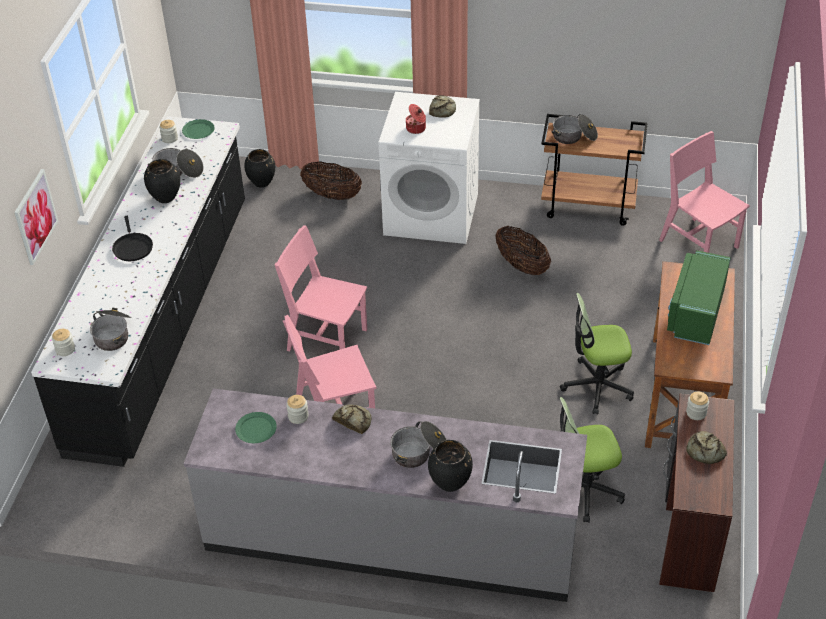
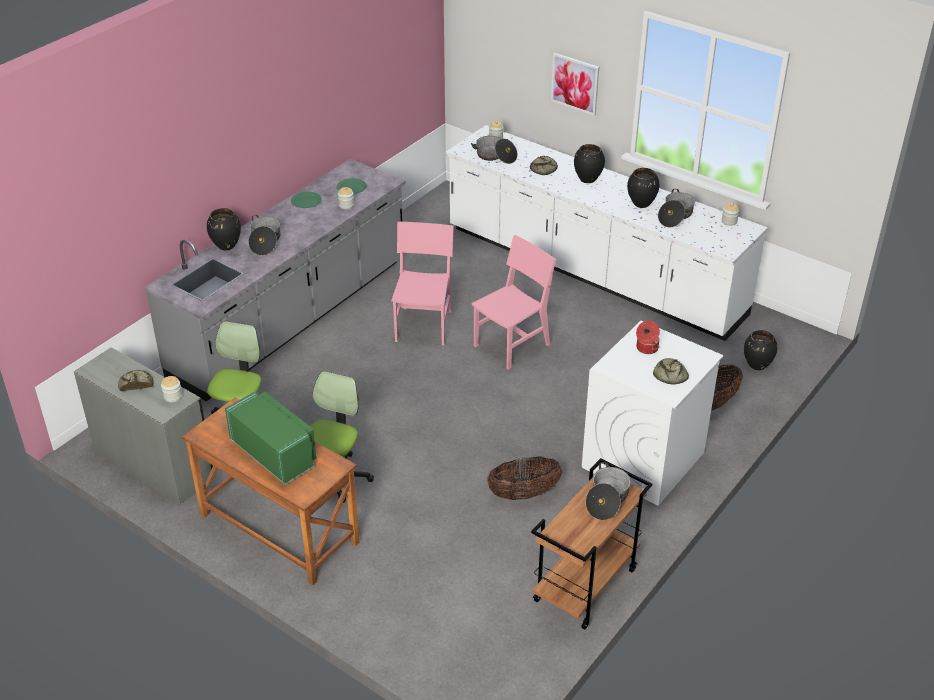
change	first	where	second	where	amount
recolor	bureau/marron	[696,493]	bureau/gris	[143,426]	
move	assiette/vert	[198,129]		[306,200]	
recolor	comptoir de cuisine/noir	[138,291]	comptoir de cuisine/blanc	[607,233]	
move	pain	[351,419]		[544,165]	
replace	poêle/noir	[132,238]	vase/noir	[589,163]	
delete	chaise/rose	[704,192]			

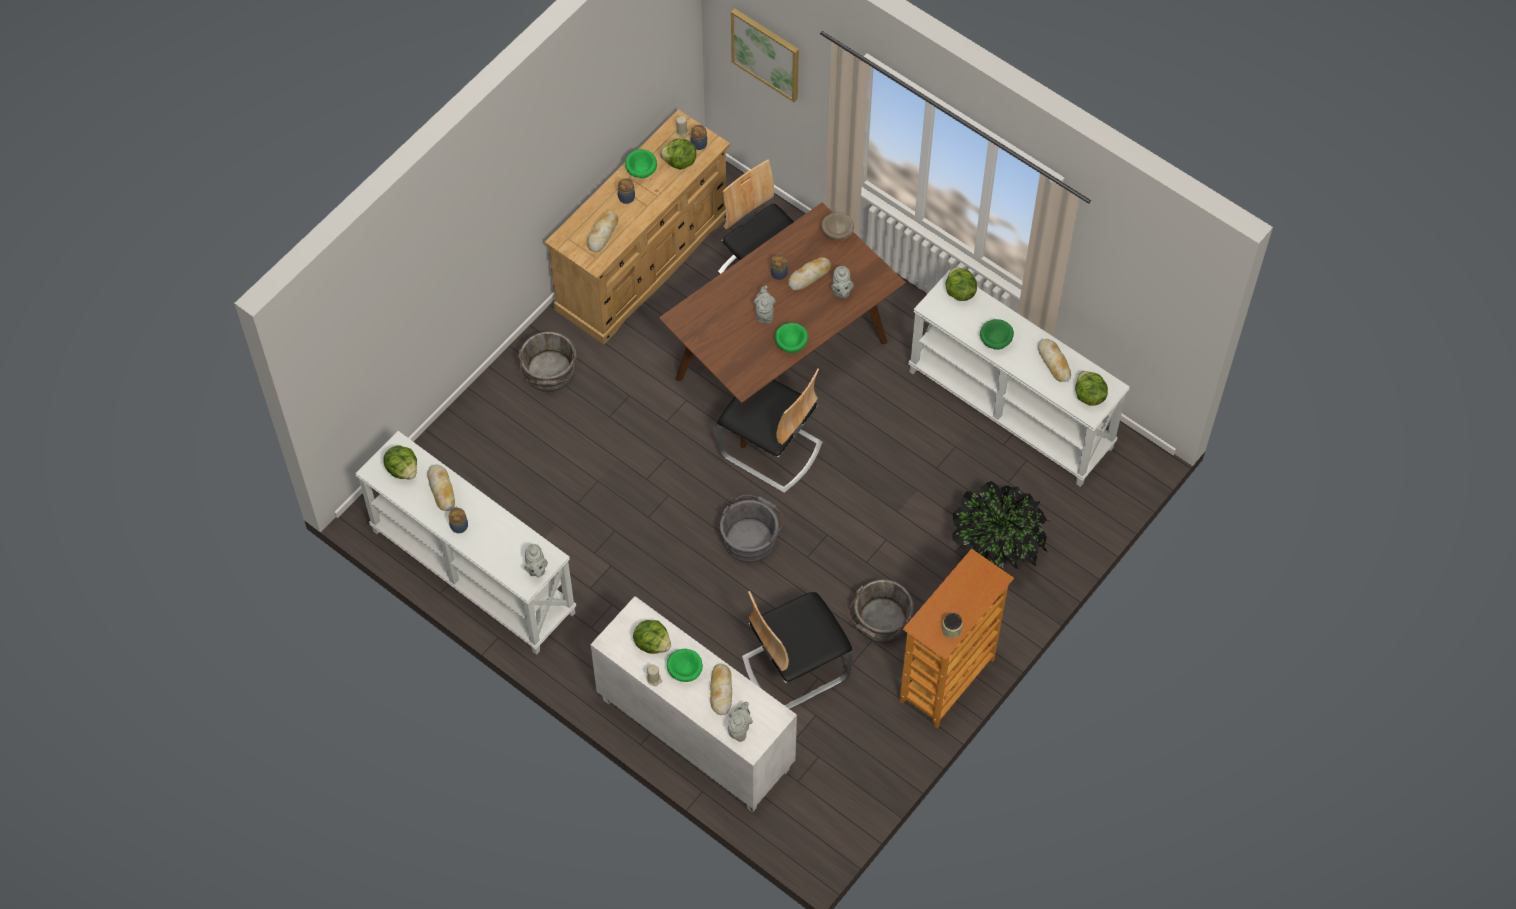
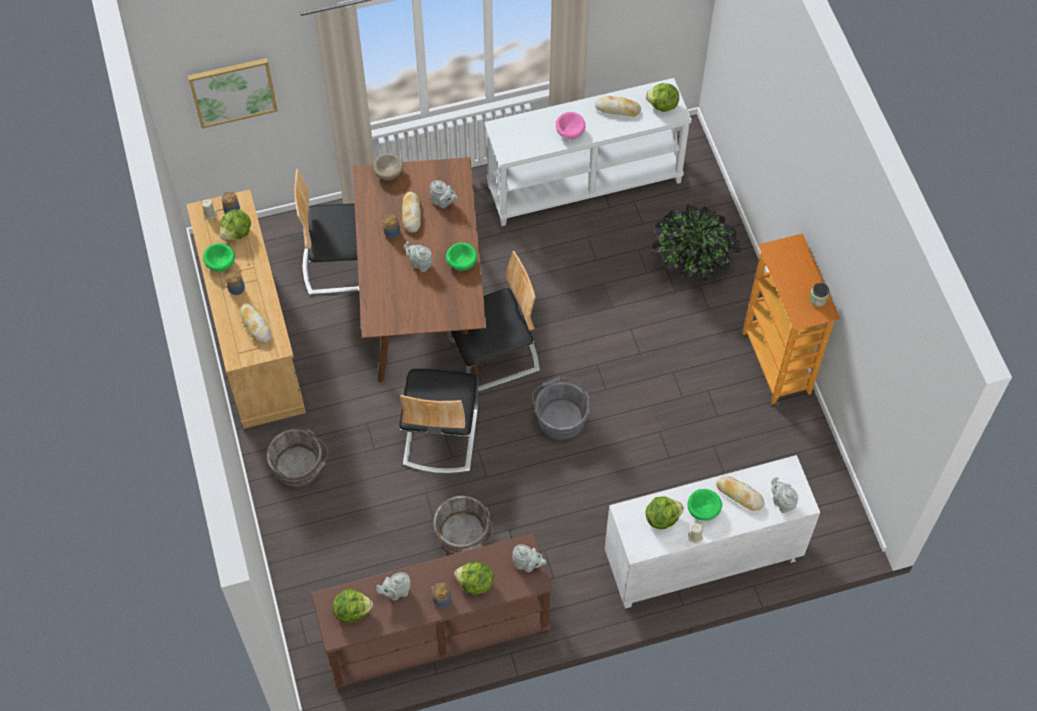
change	first	where	second	where	amount
recolor	table console/blanc	[465,543]	table console/marron	[431,612]	
replace	pain	[441,487]	théière/gris	[393,586]	
move	chaise	[797,650]		[438,421]	
move	seau/gris	[881,611]		[463,524]	
move	laitue	[961,284]		[474,578]	
recolor	bol/vert	[997,334]	bol/rose	[570,125]	

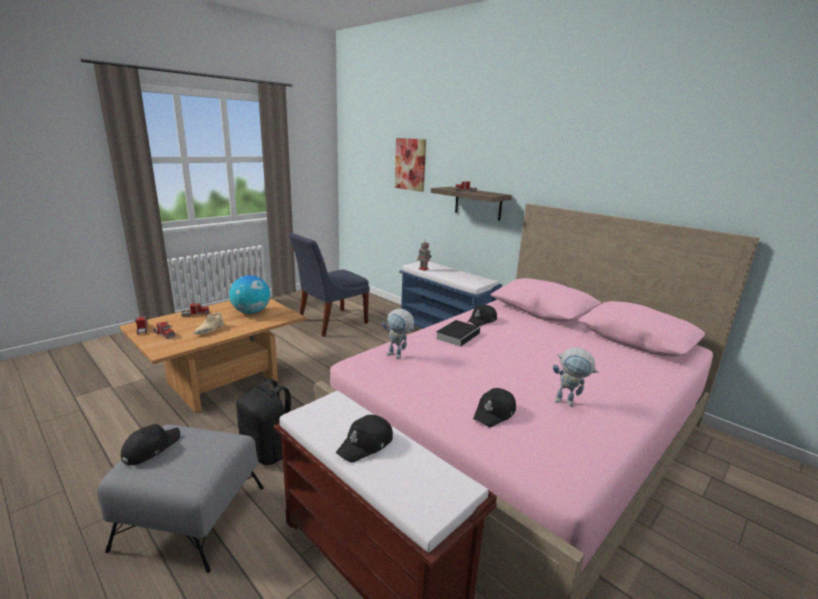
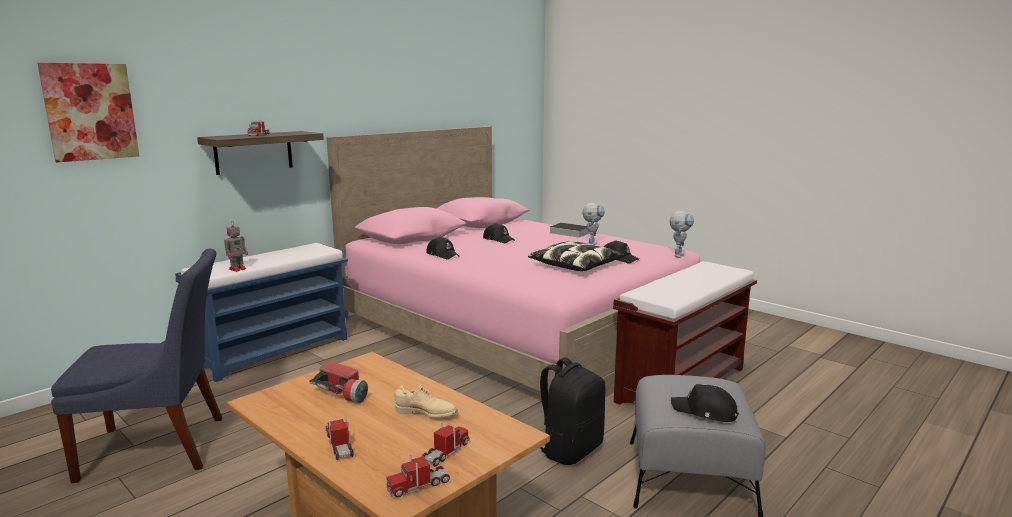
change	first	where	second	where	amount
rotate	chaise/bleu	[329,285]		[136,366]	60 degrees counterclockwise
replace	globe	[249,294]	lampe de poche	[338,382]	
move	casquette/noir	[364,439]		[499,233]	
insert			coussin	[576,256]	
move	livre	[458,333]		[569,230]	
move	robot jouet	[398,334]		[681,234]	

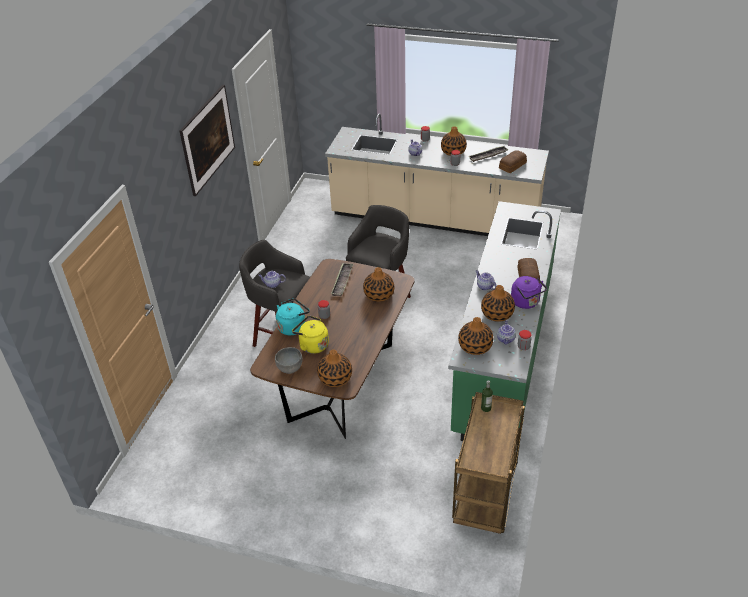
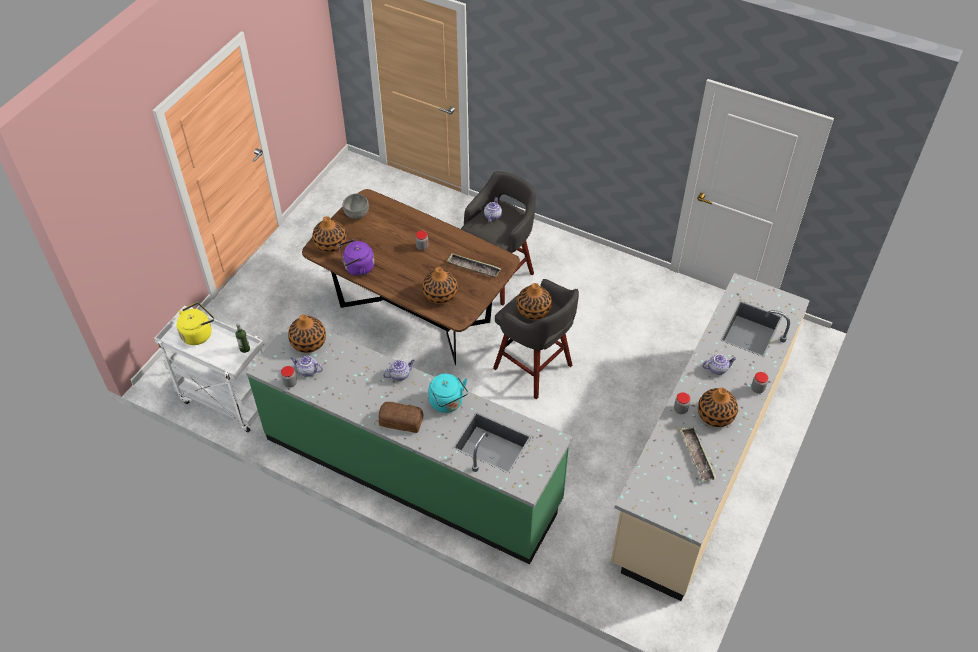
change	first	where	second	where	amount
recolor	chariot/marron	[488,463]	chariot/blanc	[209,369]	
move	bouilloire/jaune	[310,335]		[195,324]	
move	bouilloire/violet	[529,292]		[356,257]	
move	bouilloire/turquoise	[293,316]		[448,393]	
move	vase	[498,303]		[534,301]	
delete	tableau	[207,140]			
delete	pain	[513,161]			

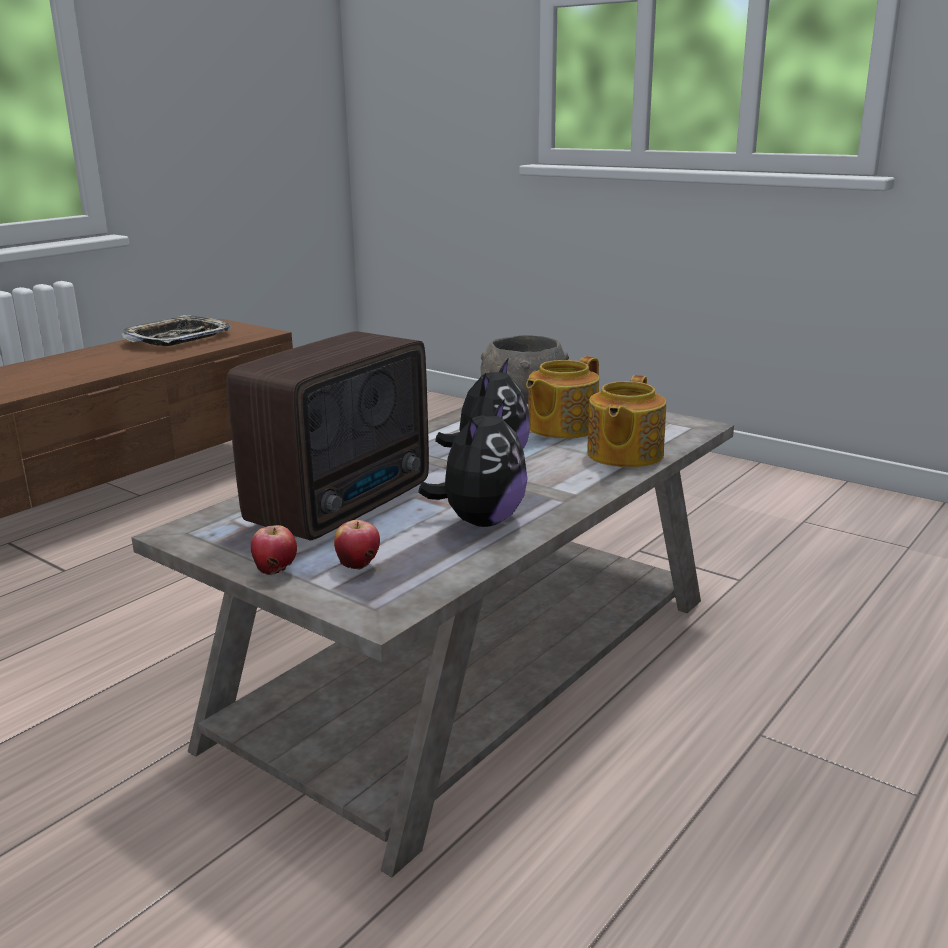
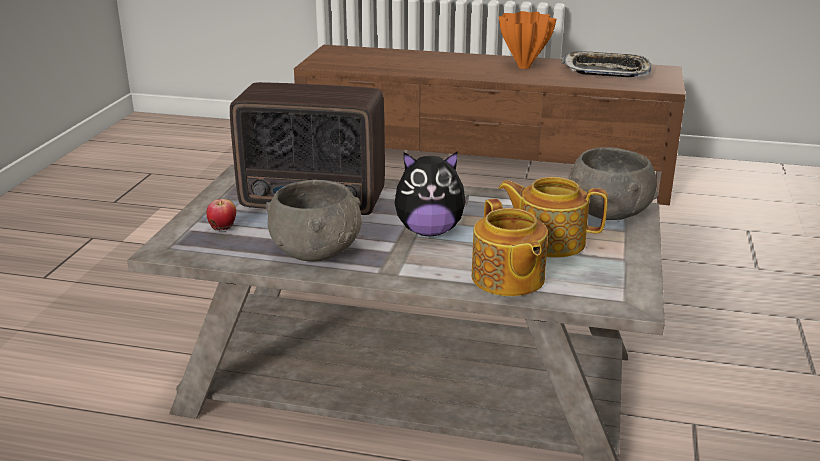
change	first	where	second	where	amount
replace	peluche	[472,463]	bol/gris	[313,220]	
rotate	théière	[626,421]		[510,247]	105 degrees counterclockwise
insert			vase/orange	[527,40]	
delete	pomme	[274,550]			

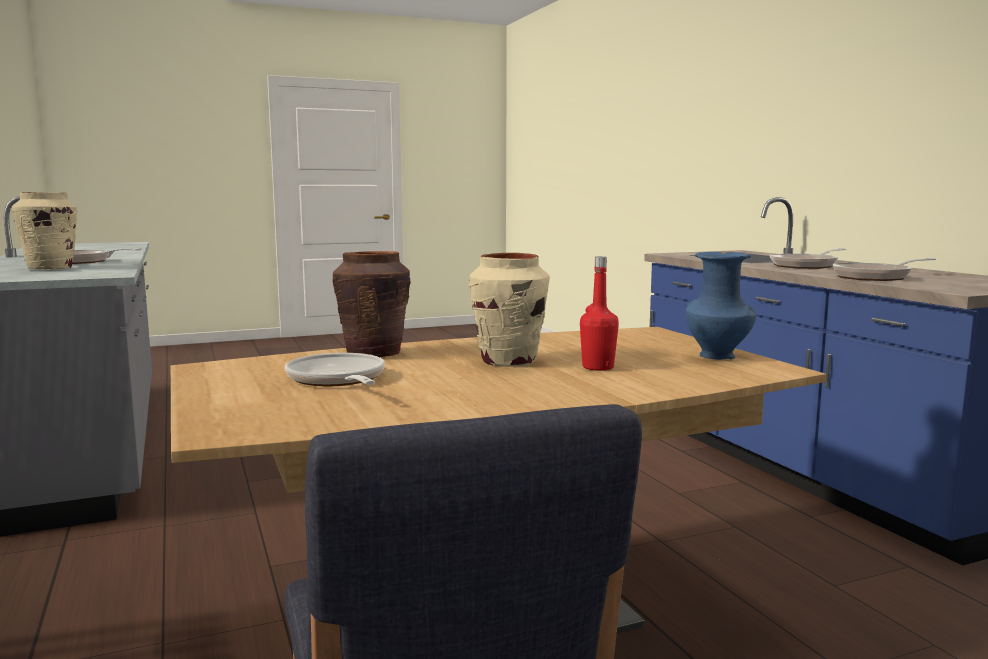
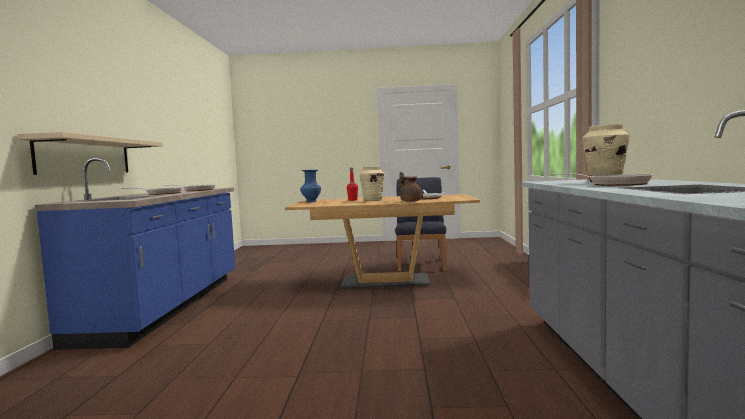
change	first	where	second	where	amount
insert			étagère/beige	[90,153]	
replace	vase/marron	[372,304]	théière/marron	[411,187]	

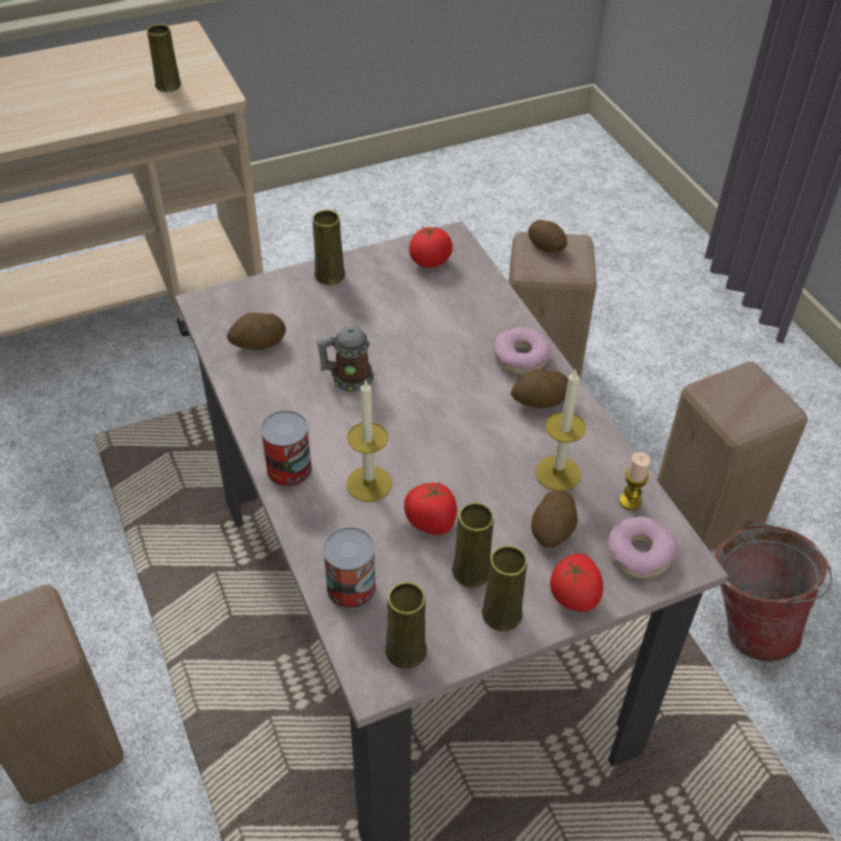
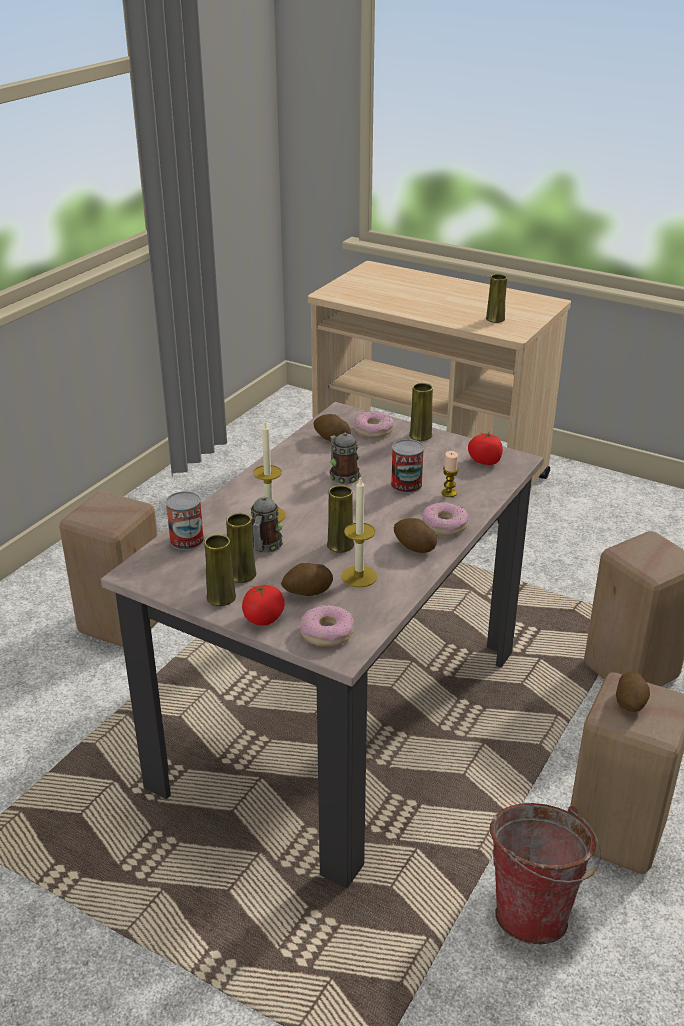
change	first	where	second	where	amount
replace	tomate	[430,508]	mug	[266,525]	
move	vase/jaune	[406,625]		[340,519]	
insert			beignet	[374,424]	
move	boîte métallique	[286,448]		[407,466]	
move	bougie	[634,481]		[450,474]	
move	pomme de terre	[547,236]		[633,691]	

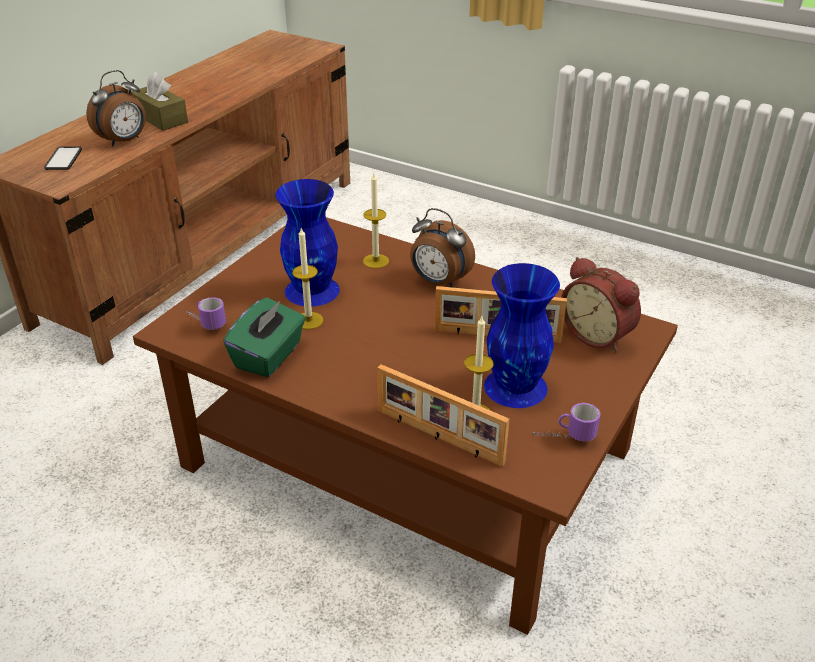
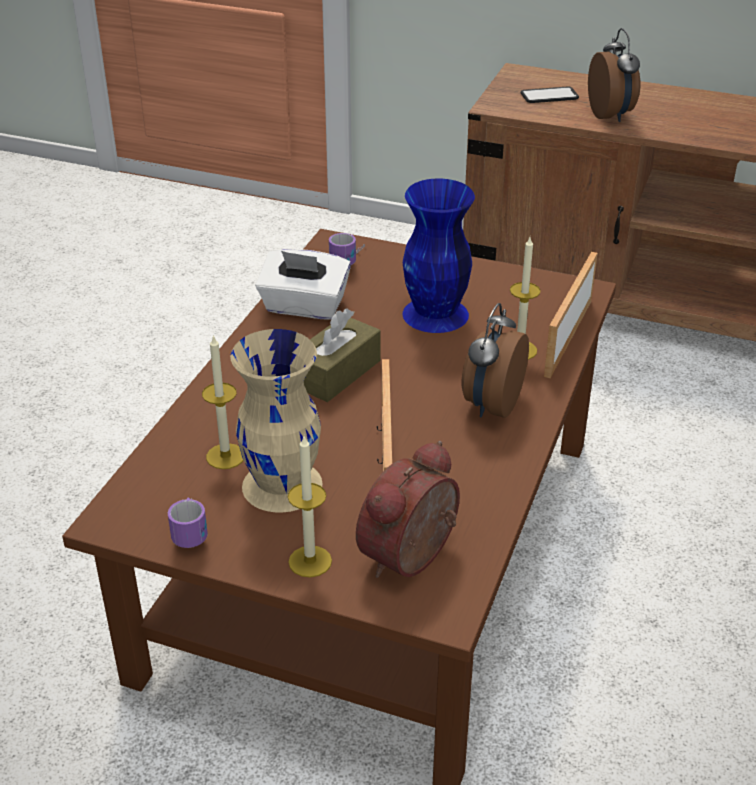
change	first	where	second	where	amount
recolor	vase/bleu	[522,335]	vase/beige	[276,421]	
recolor	boîte à mouchoirs/vert	[264,337]	boîte à mouchoirs/blanc	[303,284]	
move	bougie	[307,278]		[310,506]	
move	boîte à mouchoirs/marron	[159,101]		[342,355]	
move	cadre photo	[443,415]		[570,315]	
rotate	réveil	[116,108]		[614,75]	135 degrees counterclockwise

